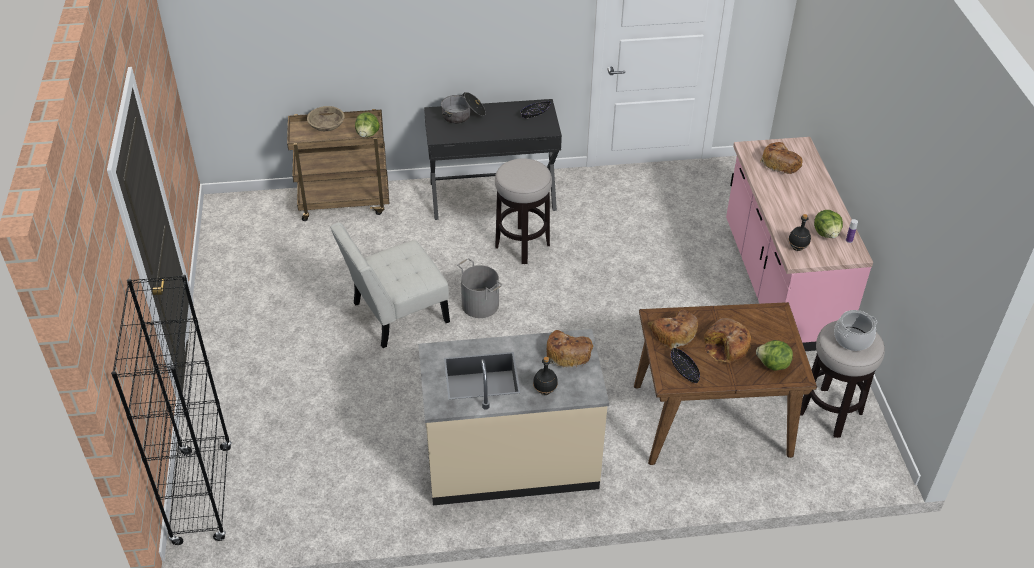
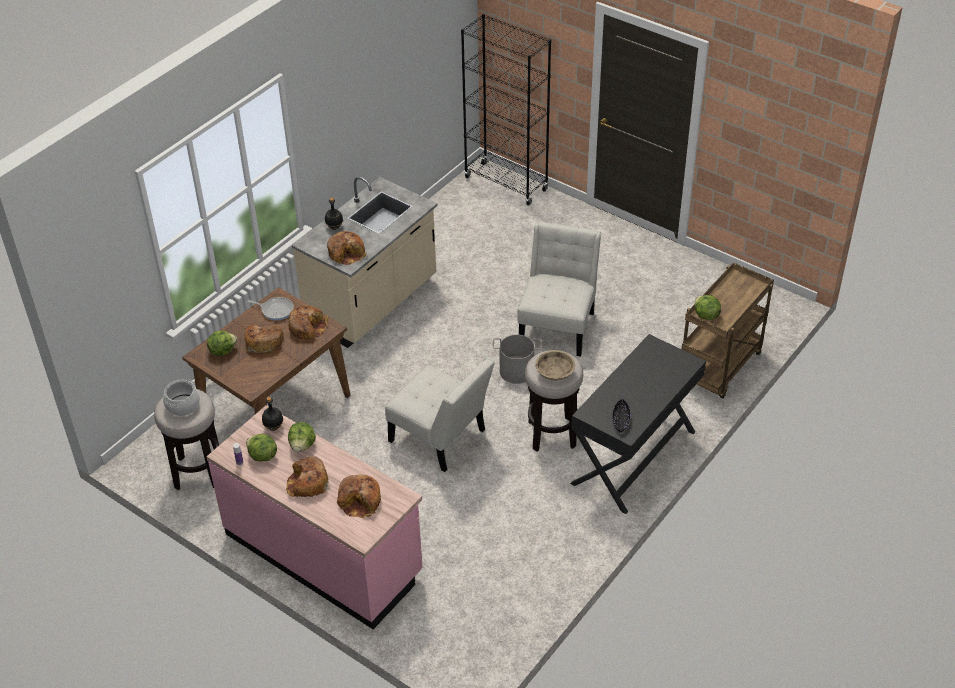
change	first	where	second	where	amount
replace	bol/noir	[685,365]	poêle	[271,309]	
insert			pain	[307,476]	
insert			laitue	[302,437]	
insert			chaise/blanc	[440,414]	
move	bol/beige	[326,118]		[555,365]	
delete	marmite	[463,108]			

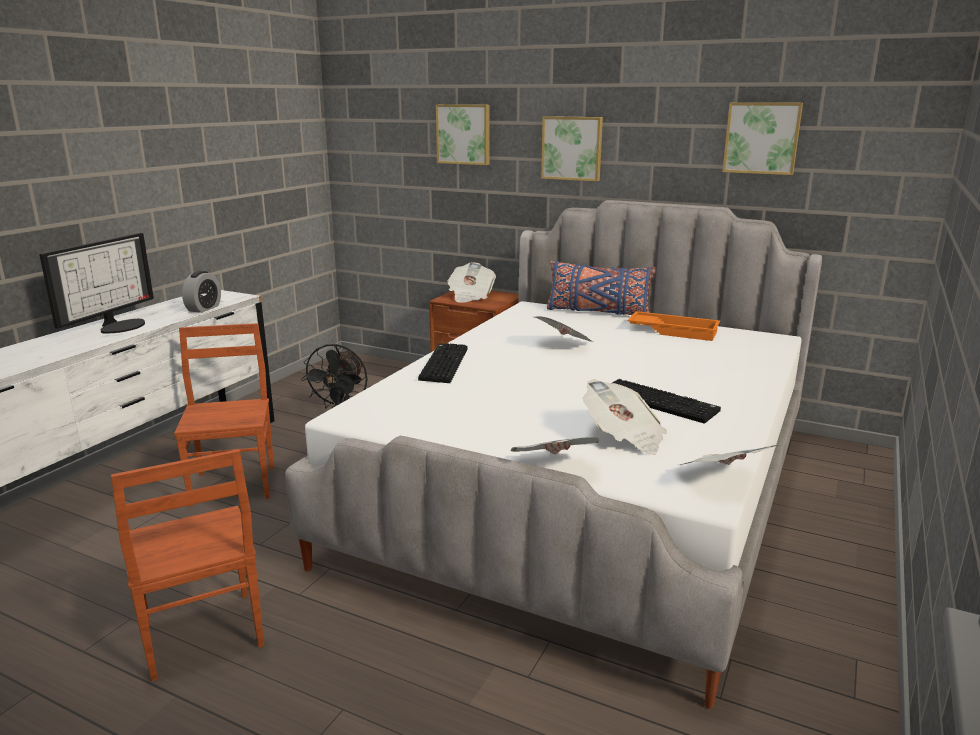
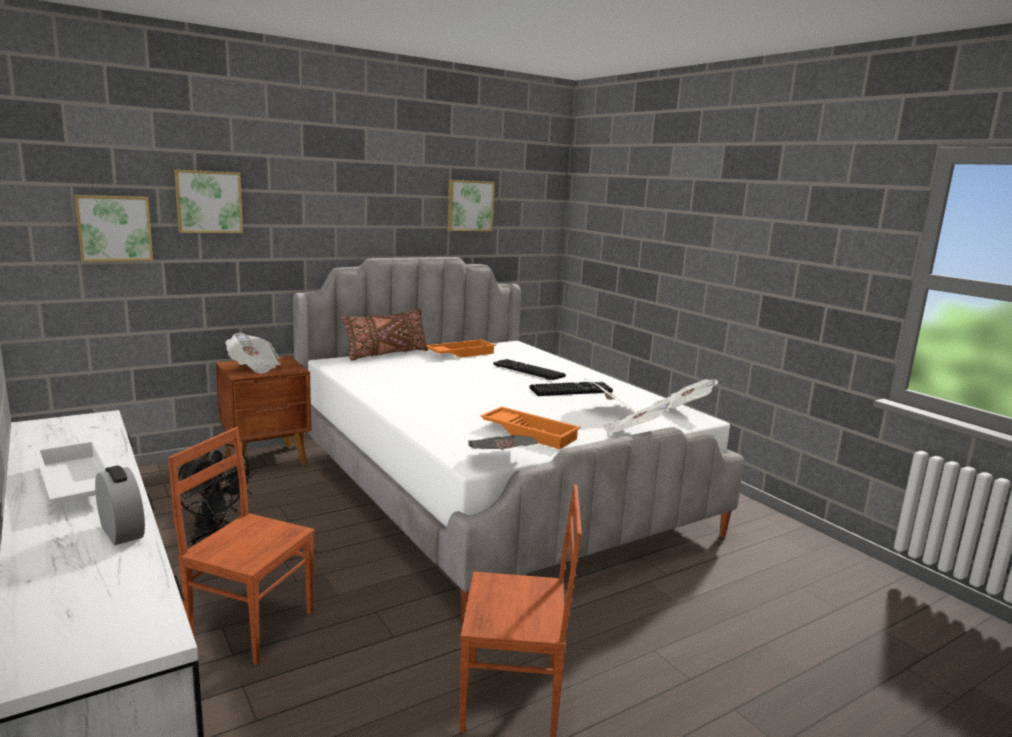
change	first	where	second	where	amount
replace	écran d'ordinateur	[96,283]	plateau/blanc	[72,471]	
move	tableau	[572,148]		[114,228]	
move	réveil	[201,292]		[120,505]	
recolor	coussin/bleu	[601,288]	coussin/marron	[384,334]	
move	journal	[564,329]		[502,442]	
insert			plateau/orange	[530,427]	
move	clavier	[443,363]		[529,369]	

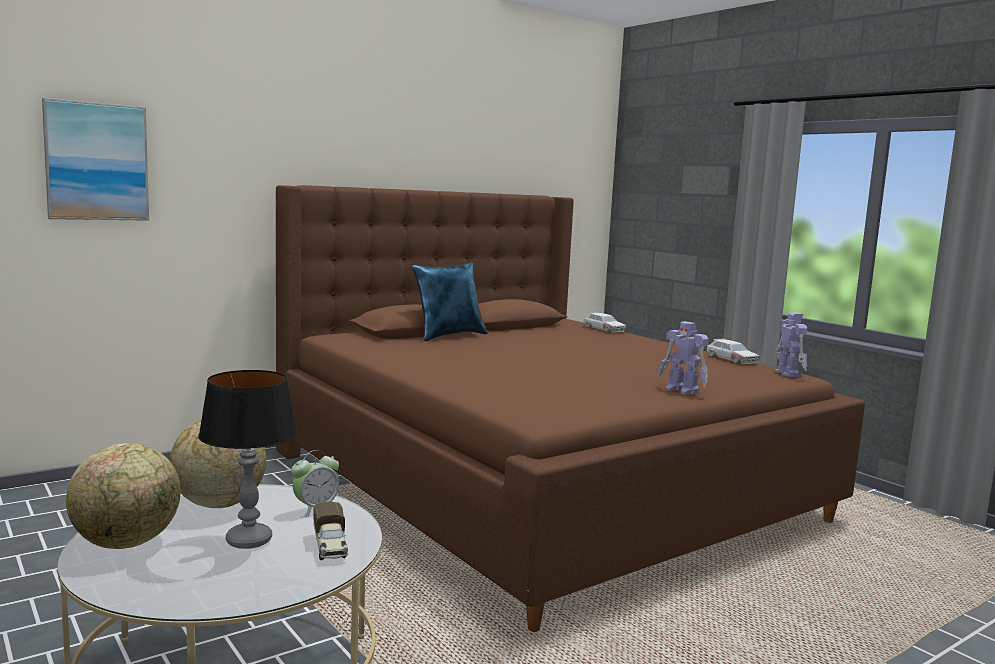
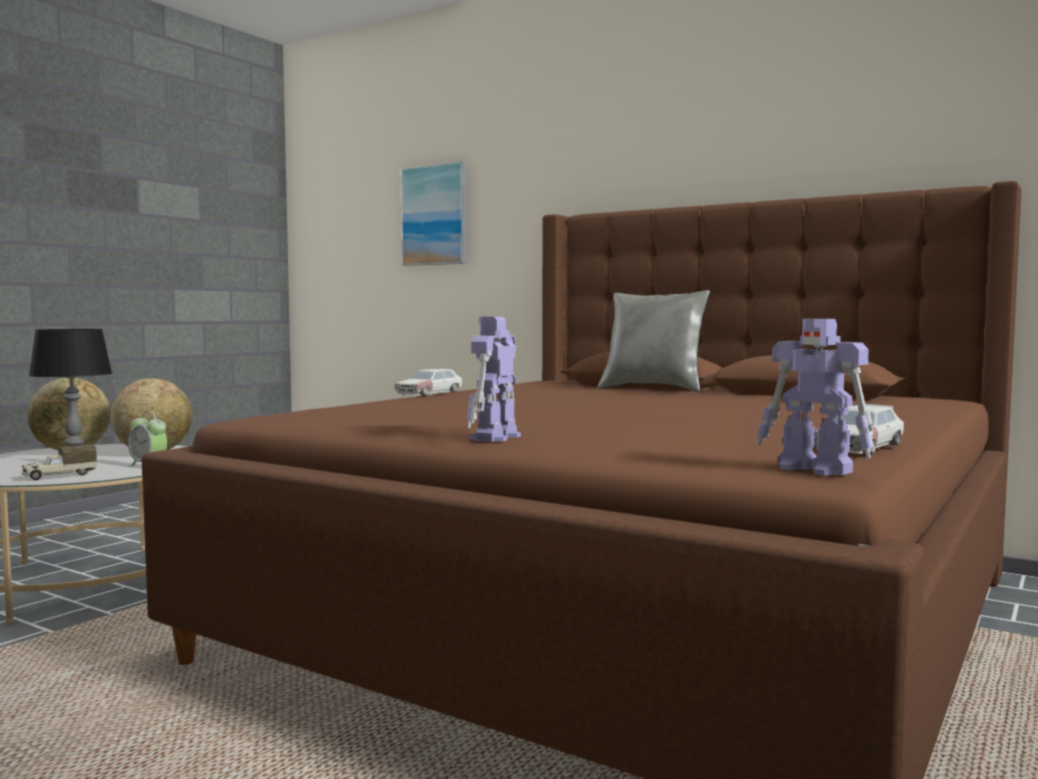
change	first	where	second	where	amount
move	petite voiture	[605,322]		[428,382]	
recolor	coussin/bleu	[450,302]	coussin/gris	[654,341]	
rotate	robot jouet	[791,344]		[815,397]	75 degrees clockwise

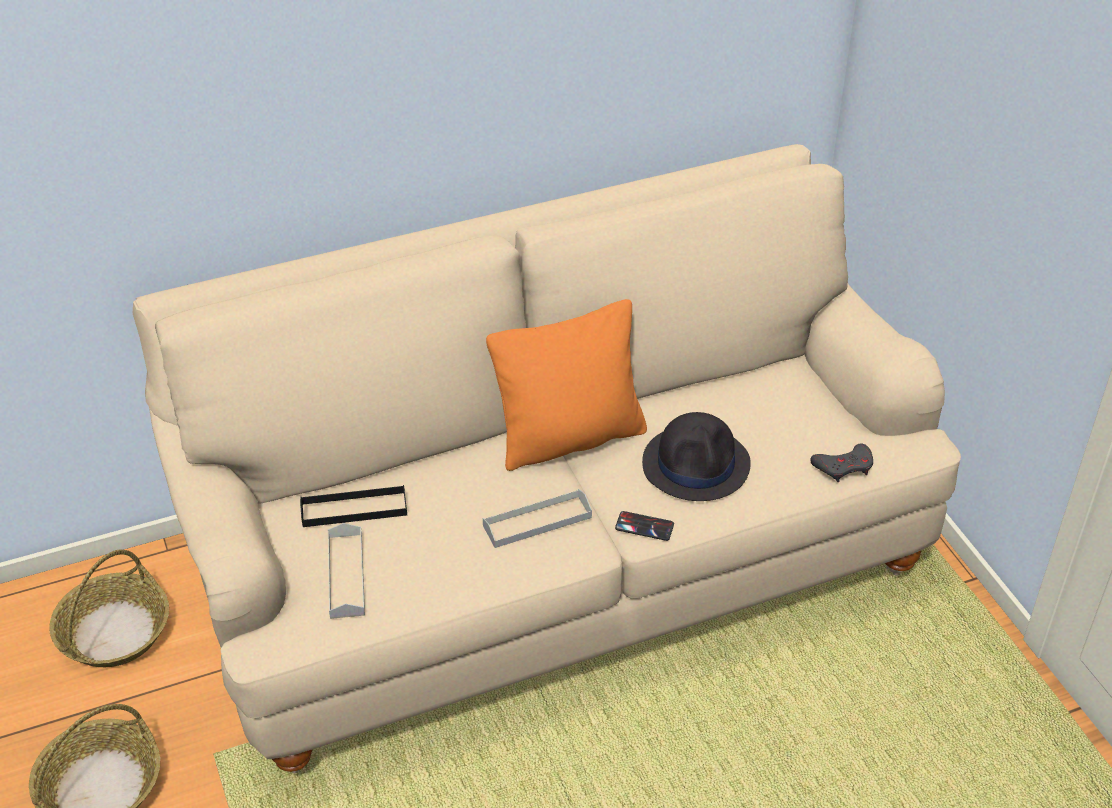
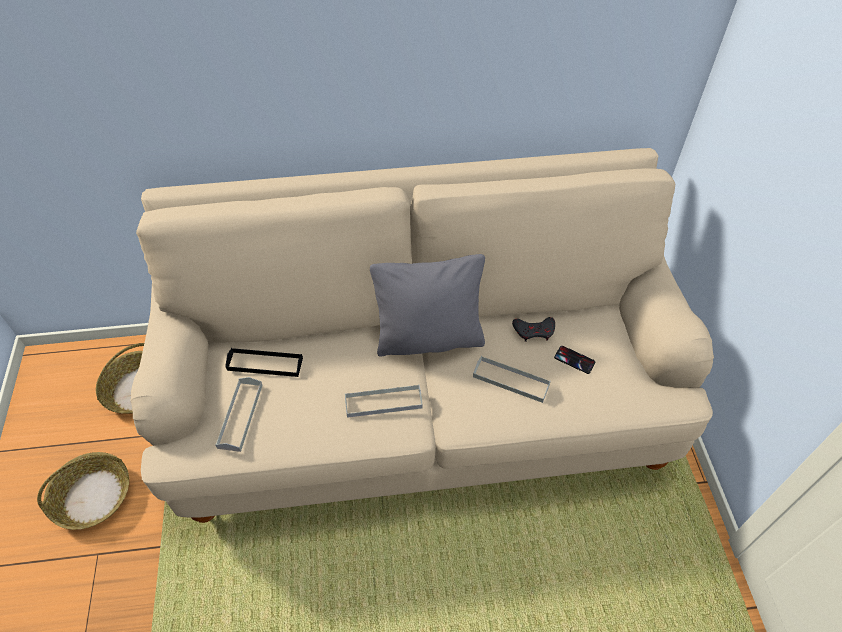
change	first	where	second	where	amount
recolor	coussin/orange	[566,385]	coussin/gris	[427,305]	
replace	chapeau/noir	[696,456]	plateau/gris	[512,379]	
move	manette/gris	[841,462]		[533,329]	
move	téléphone	[644,526]		[575,360]	

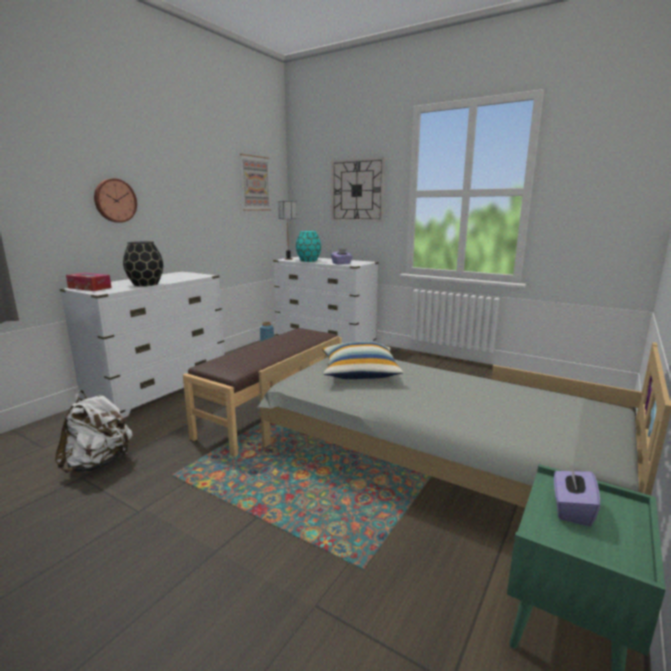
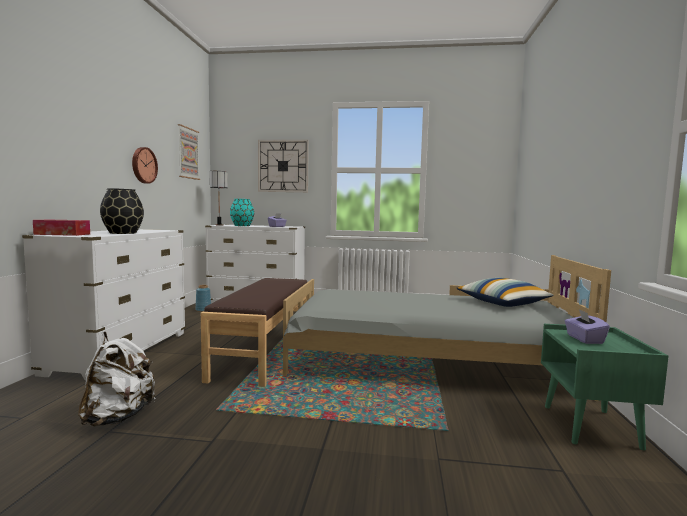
change	first	where	second	where	amount
move	horloge murale	[115,200]		[145,165]	
move	coussin	[363,360]		[505,292]	

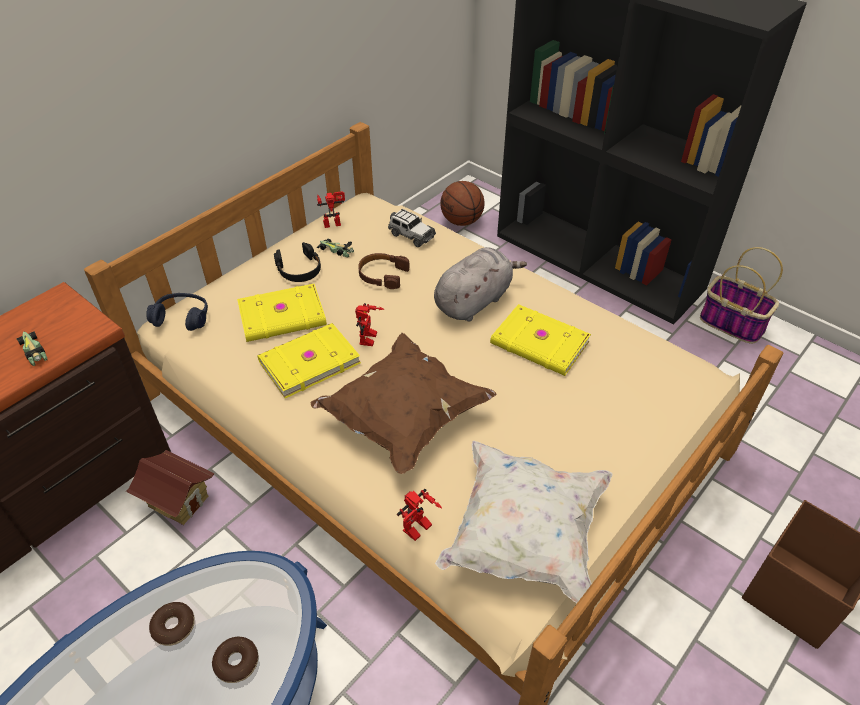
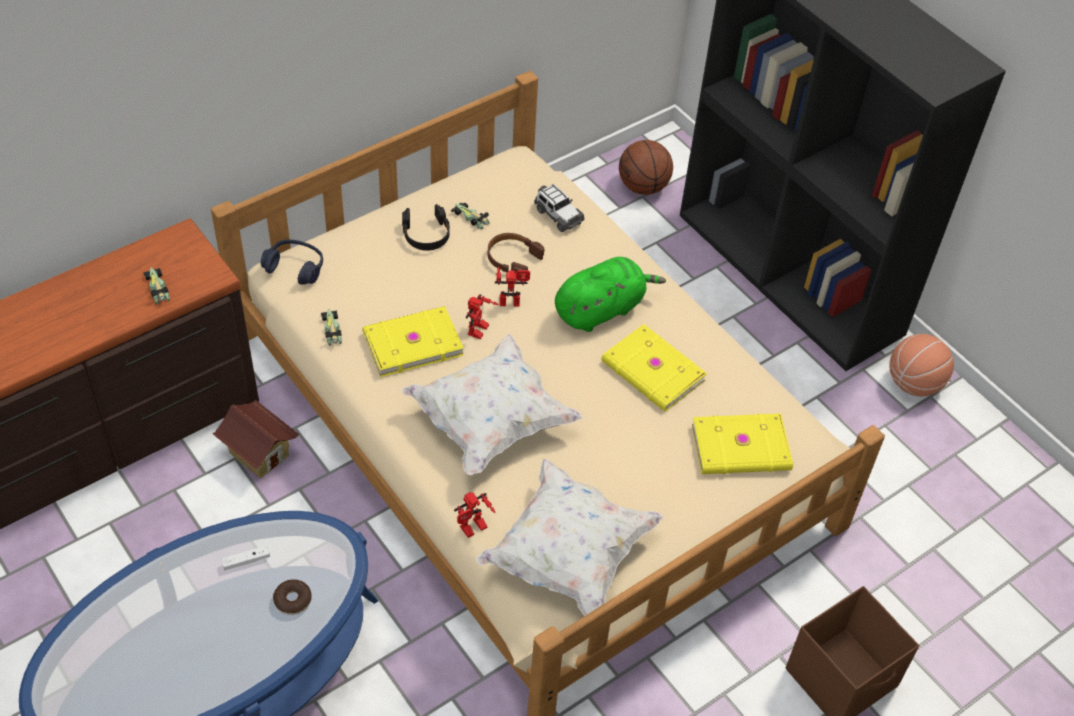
change	first	where	second	where	amount
replace	beignet	[172,624]	manette/blanc	[245,557]	
insert			petite voiture	[331,327]	
recolor	coussin/marron	[404,403]	coussin/blanc	[492,404]	
move	robot jouet	[331,209]		[512,287]	
recolor	peluche/gris	[480,284]	peluche/vert	[610,294]	
move	livre/jaune	[282,313]		[742,443]	
replace	panier	[741,295]	ballon de basket	[921,365]	

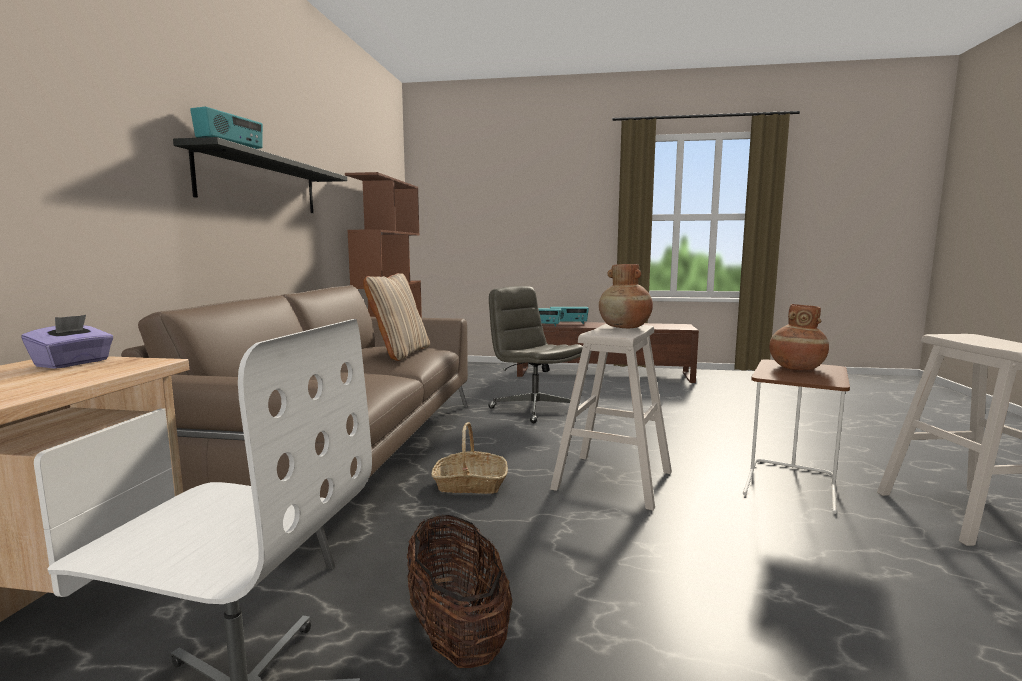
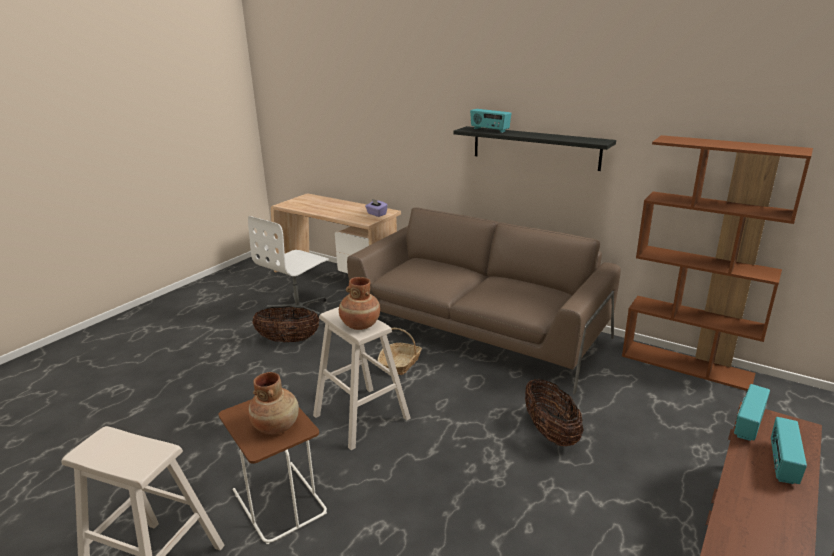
change	first	where	second	where	amount
replace	chaise de bureau/gris	[535,354]	panier	[554,412]	
delete	coussin/beige	[396,317]			

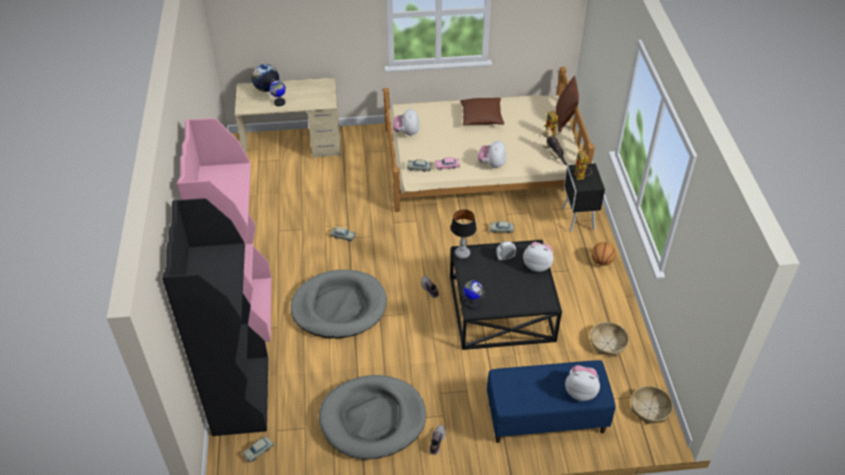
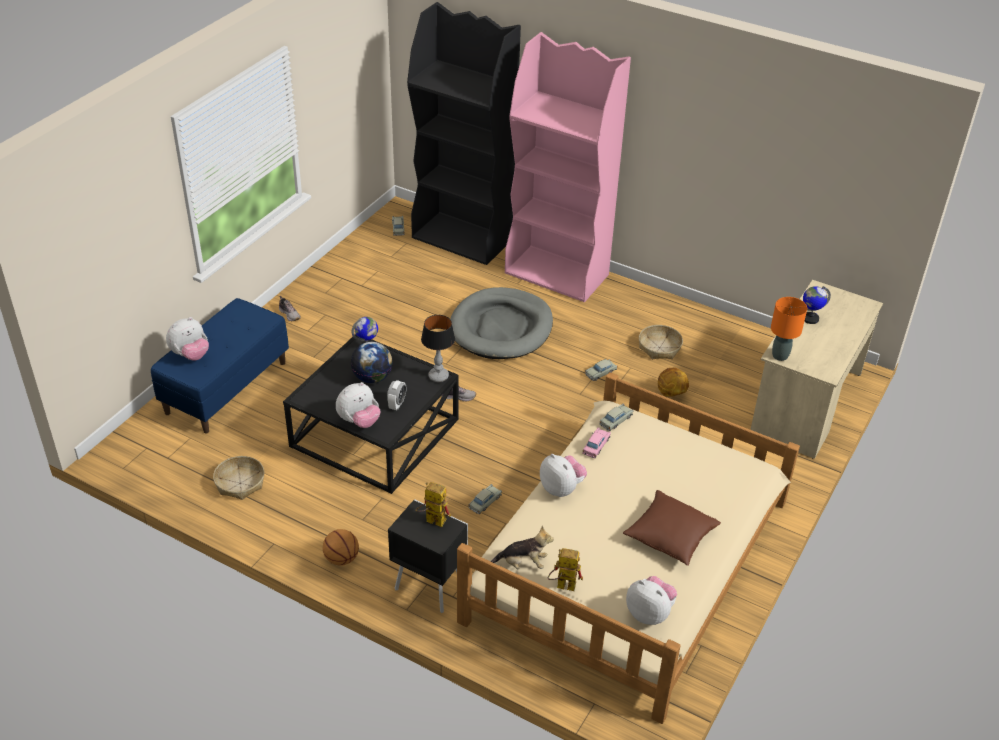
change	first	where	second	where	amount
move	globe	[265,78]		[372,362]	
move	peluche	[406,122]		[651,600]	
move	panier	[652,405]		[661,342]	
insert			ballon de basket	[673,382]	
insert			lampe de table/orange	[789,329]	
delete	panier pour chien/gris	[372,417]			
delete	coussin/marron	[567,104]			

